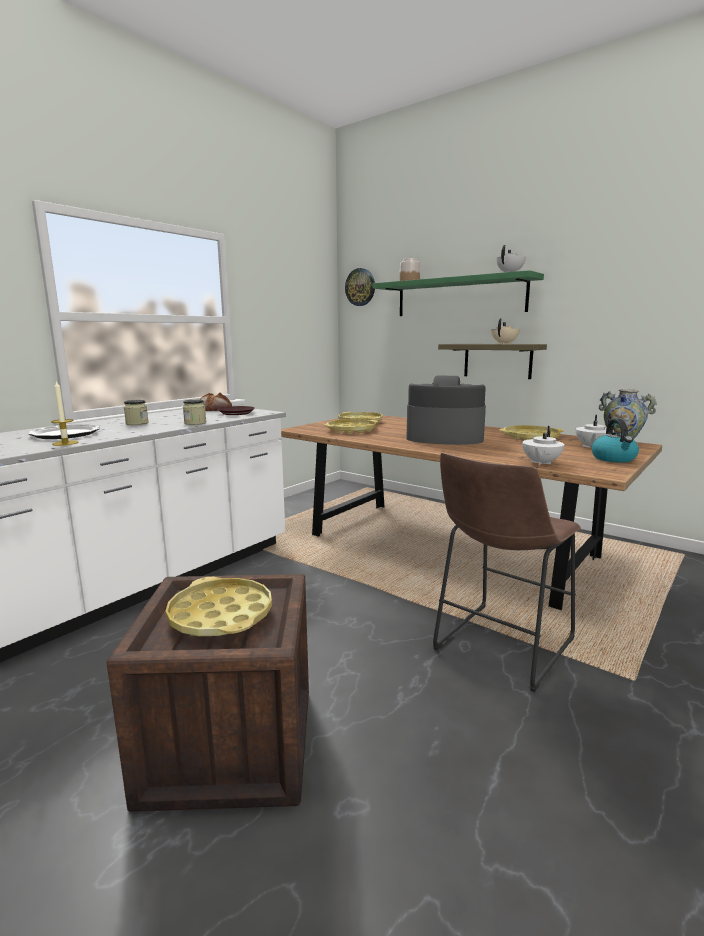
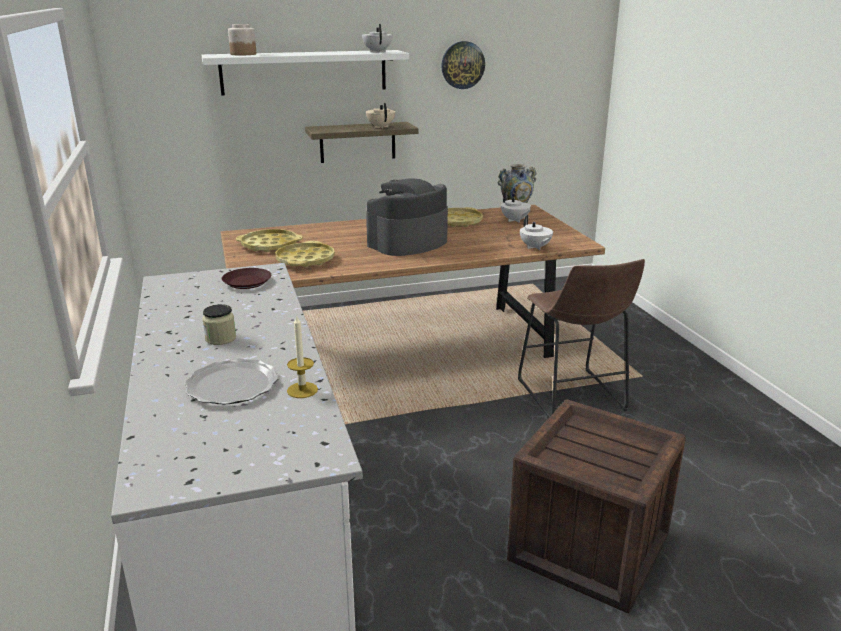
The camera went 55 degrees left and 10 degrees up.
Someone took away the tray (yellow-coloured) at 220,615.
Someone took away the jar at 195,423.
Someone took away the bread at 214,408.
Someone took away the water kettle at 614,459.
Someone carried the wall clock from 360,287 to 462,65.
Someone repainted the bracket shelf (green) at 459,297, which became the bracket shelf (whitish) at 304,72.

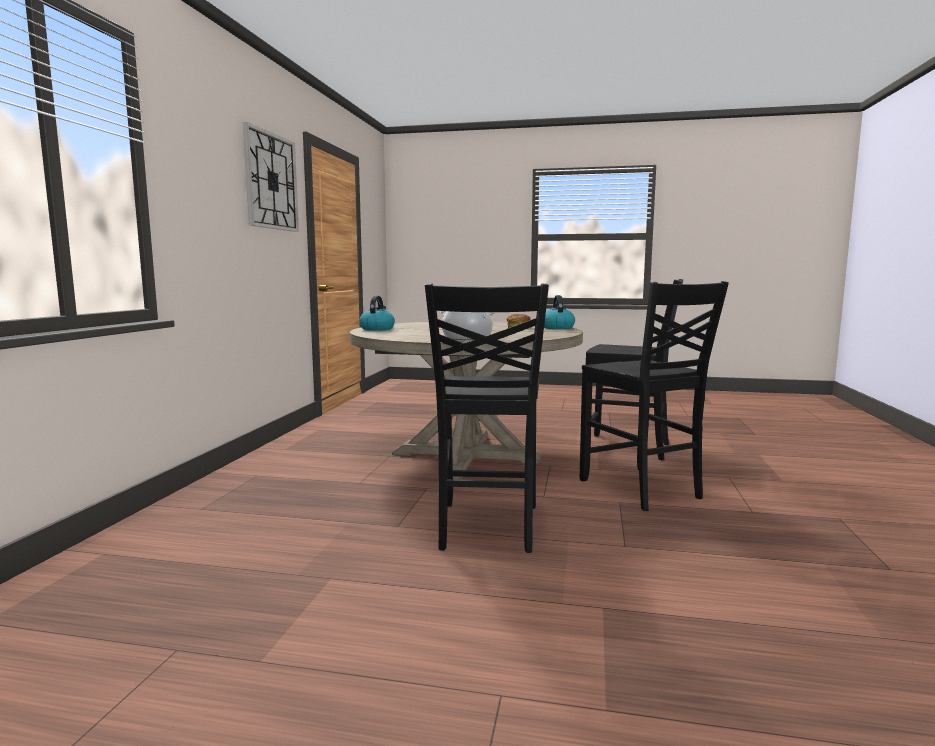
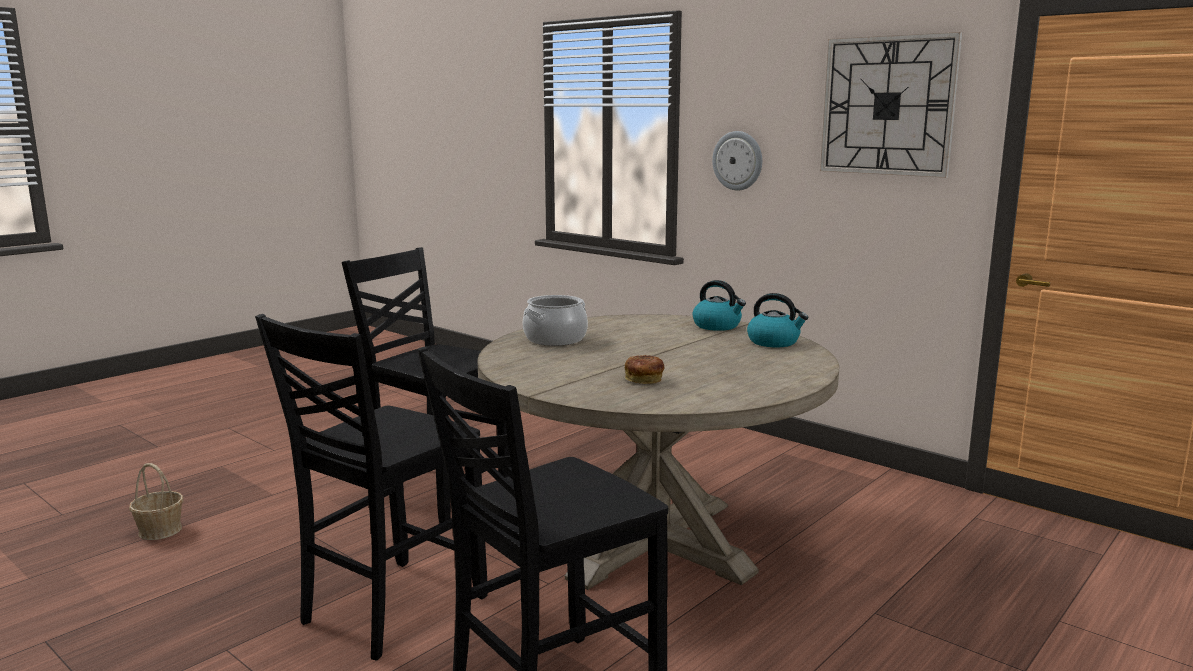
The camera went 120 degrees right and 5 degrees up.
Someone put down the storage basket at 160,530.
Someone put up the wall clock at 738,160.
Someone carried the water kettle from 557,328 to 774,342.
Someone rotated the chair (black-coloured) at 641,489 by 60 degrees counterclockwise.

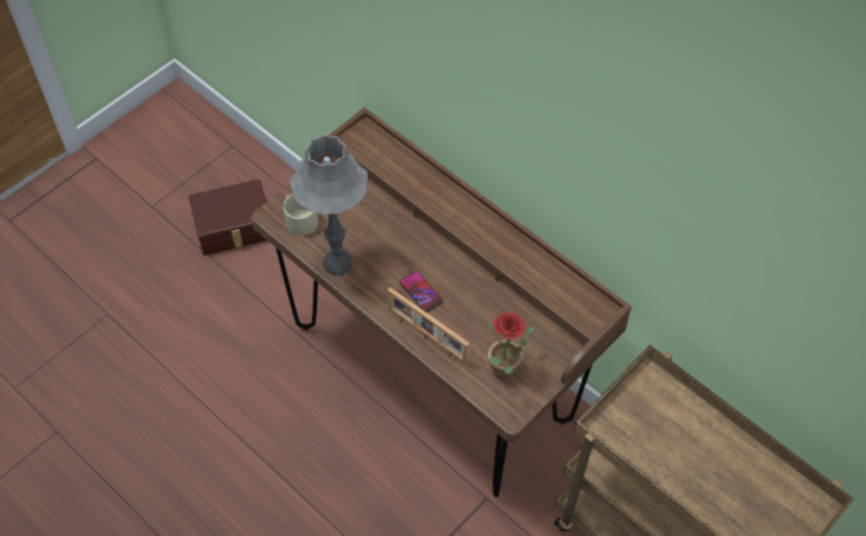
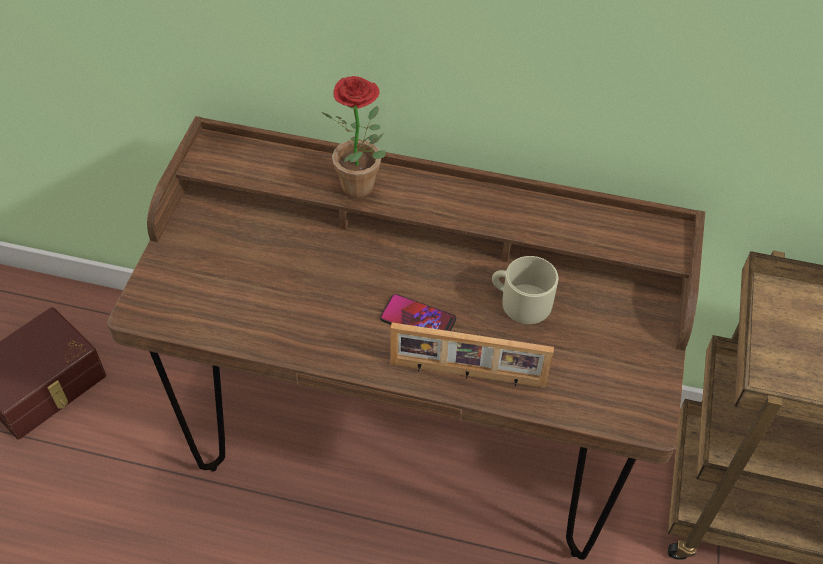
The camera went 30 degrees left and 5 degrees down.
Someone took away the tabletop lamp (grey) at 337,263.
Someone carried the tea mug (beige-coloured) from 299,219 to 520,301.
Someone carried the potted plant from 505,373 to 363,190.

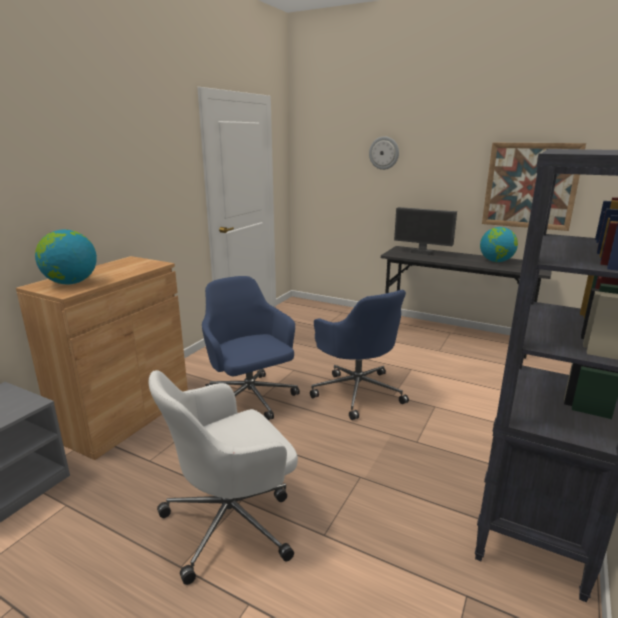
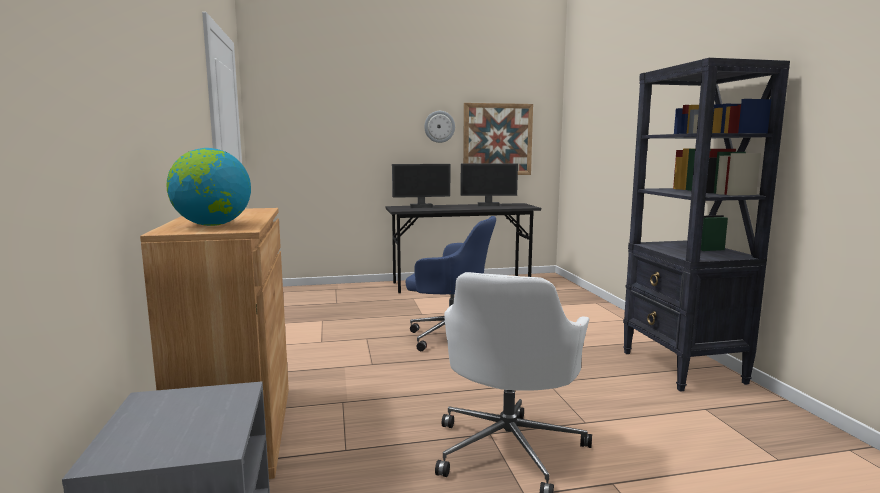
The camera went 40 degrees left and 10 degrees down.
Someone took away the office chair (bluish) at 250,400.
Someone carried the wall clock from 384,153 to 439,126.
Someone swapped the world globe at 496,261 for the computer screen at 488,205.

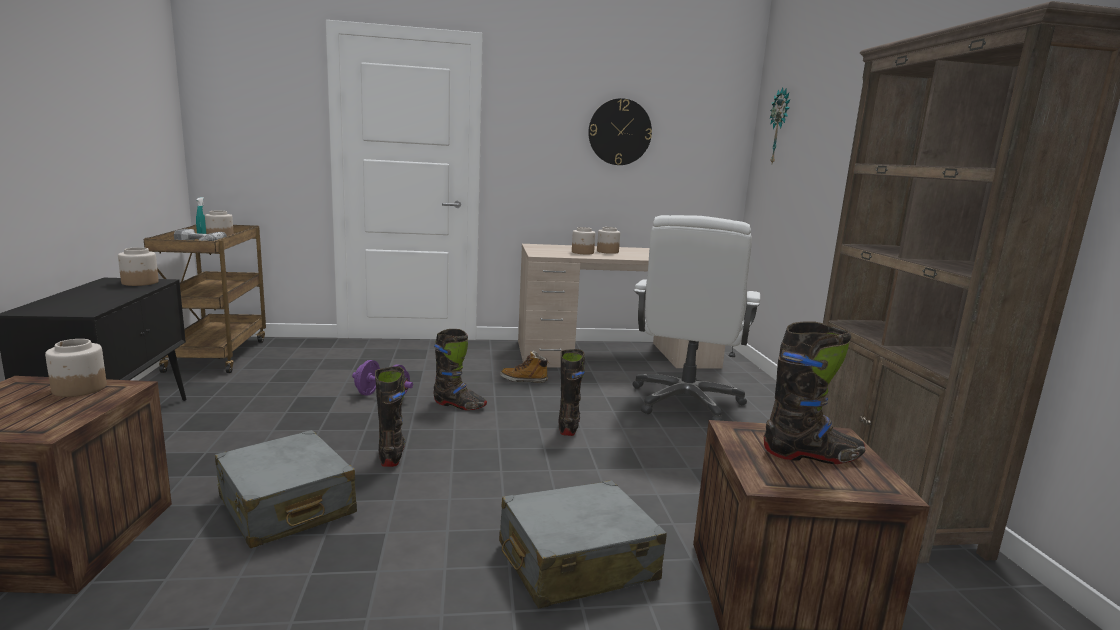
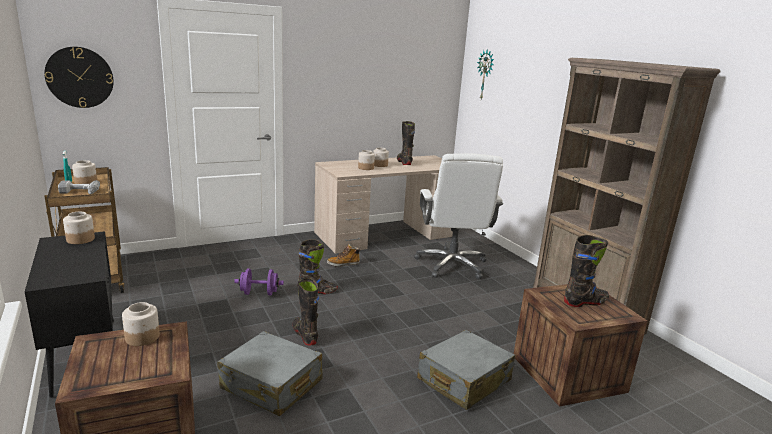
The camera went 20 degrees left and 5 degrees up.
Someone carried the boot (black-coloured) from 569,425 to 404,162.
Someone carried the wall clock from 619,132 to 80,77.

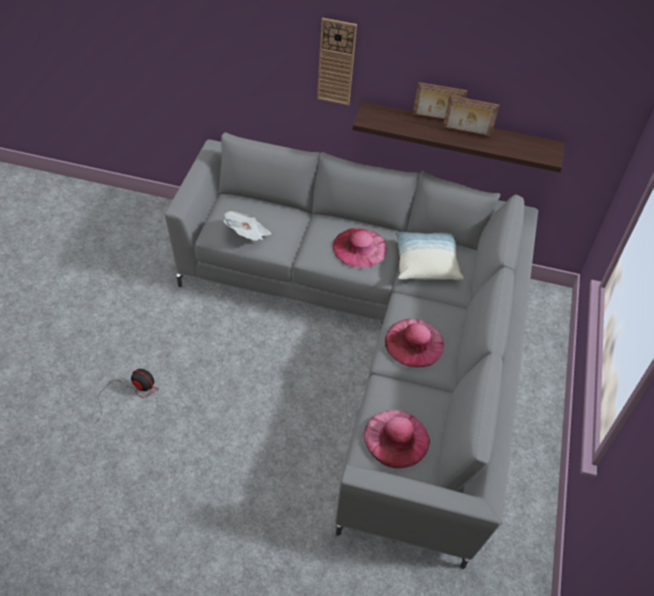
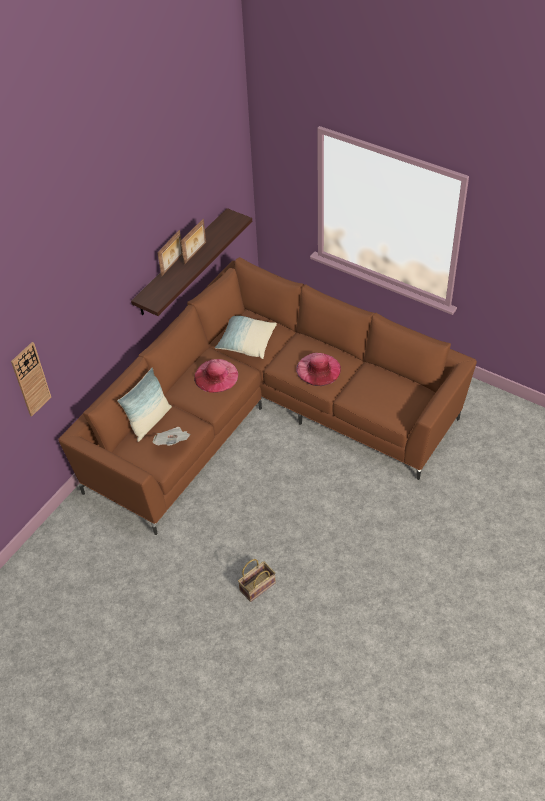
The camera went 65 degrees left and 0 degrees up.
Someone took away the wearable hat (pinkish) at 396,438.
Someone put down the cushion at 149,421.
Someone carried the wall clock from 336,62 to 31,379.
Someone swapped the electric fan at 131,392 for the storage basket at 257,586.
Someone repainted the couch (grey) at 374,340, which became the couch (brown-coloured) at 264,416.

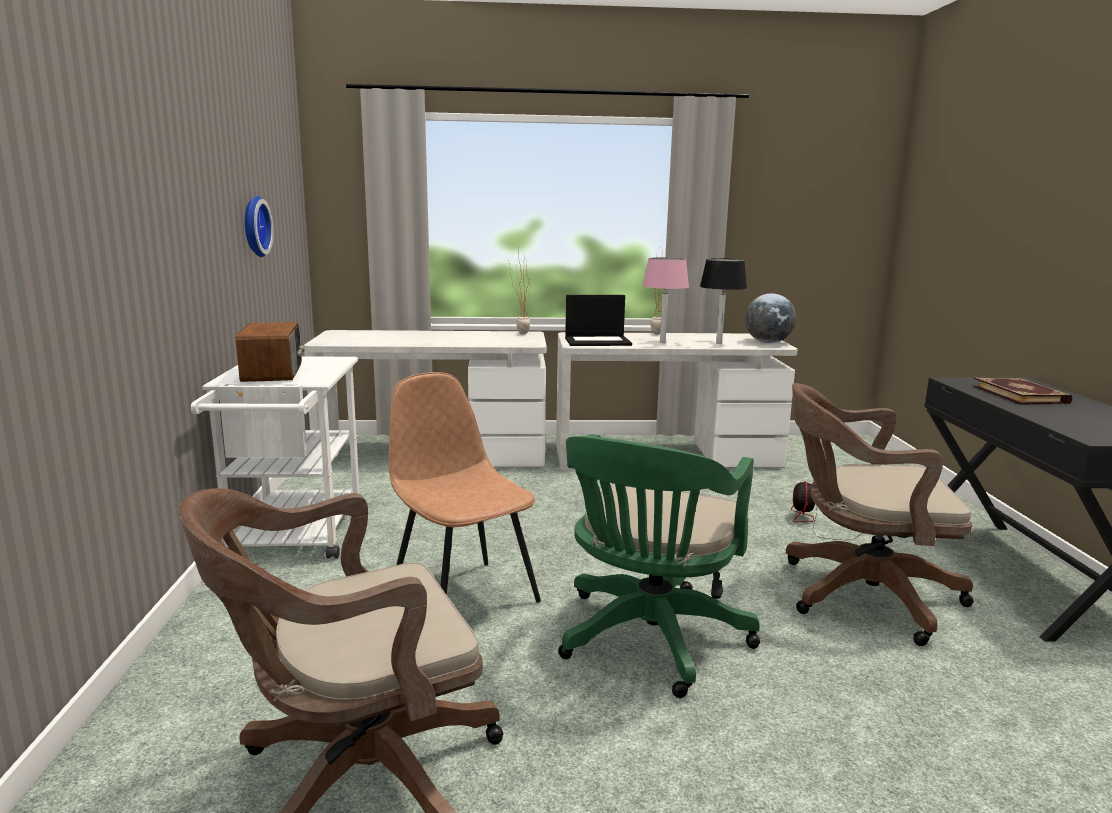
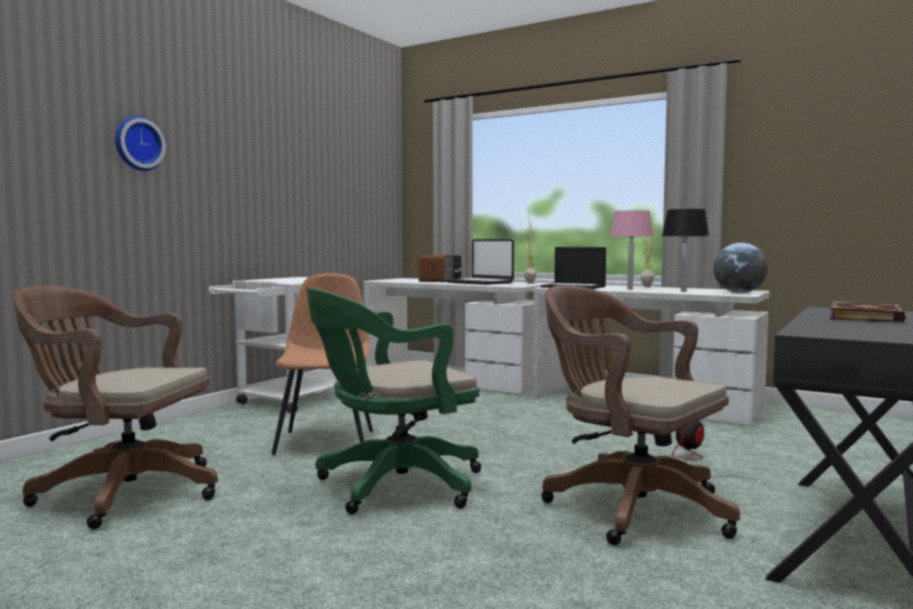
The camera went 35 degrees right and 10 degrees down.
Someone put down the portable computer at 479,282.
Someone carried the radio set from 274,372 to 441,280.
Someone carried the wall clock from 253,226 to 137,144.

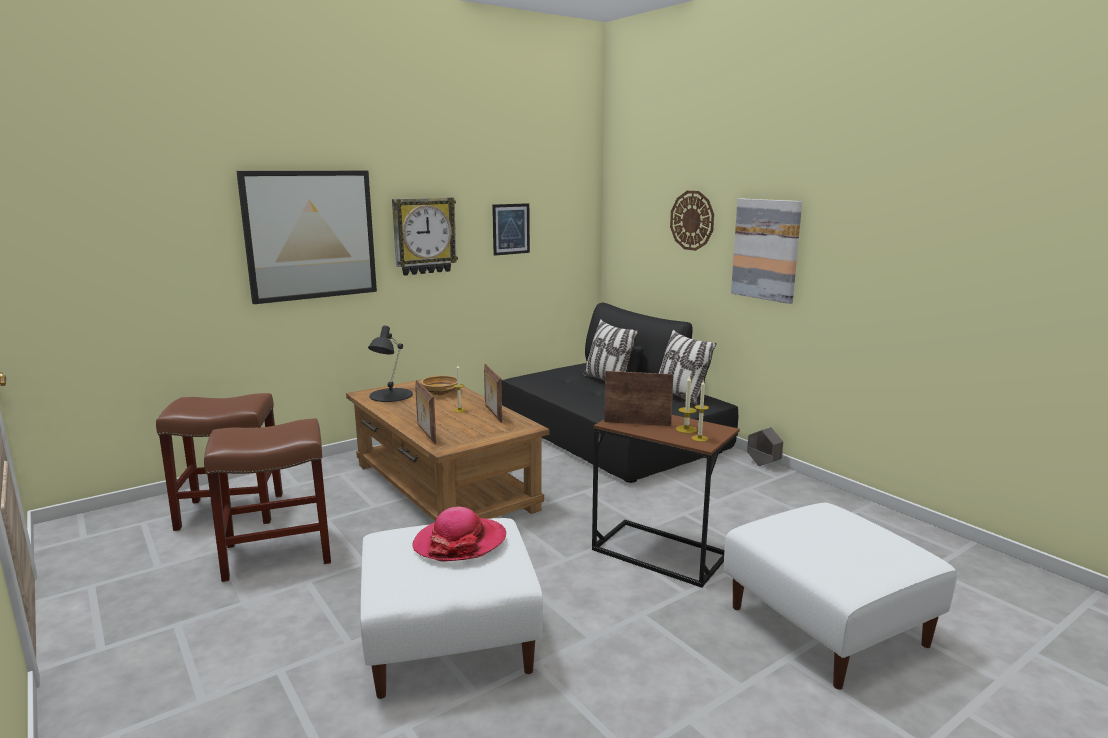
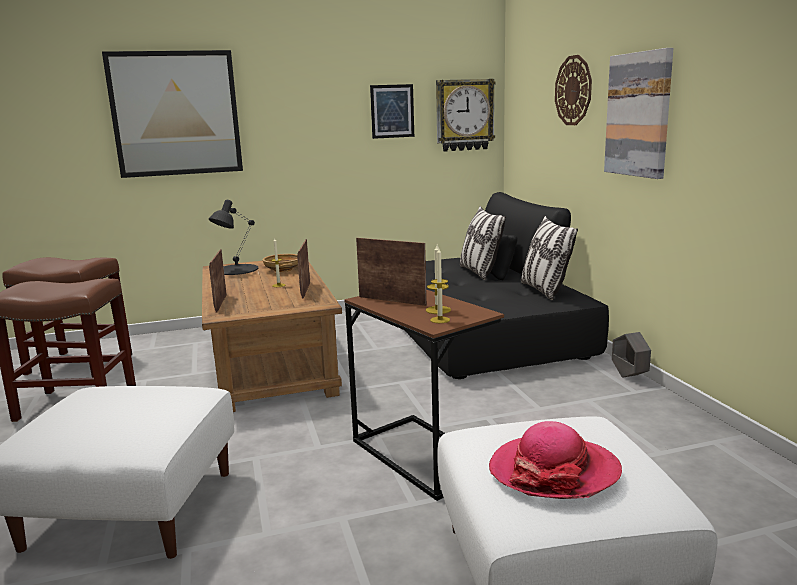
The camera went 20 degrees right and 0 degrees up.
Someone carried the wall clock from 424,236 to 464,115.
Someone carried the wearable hat from 460,542 to 554,471.

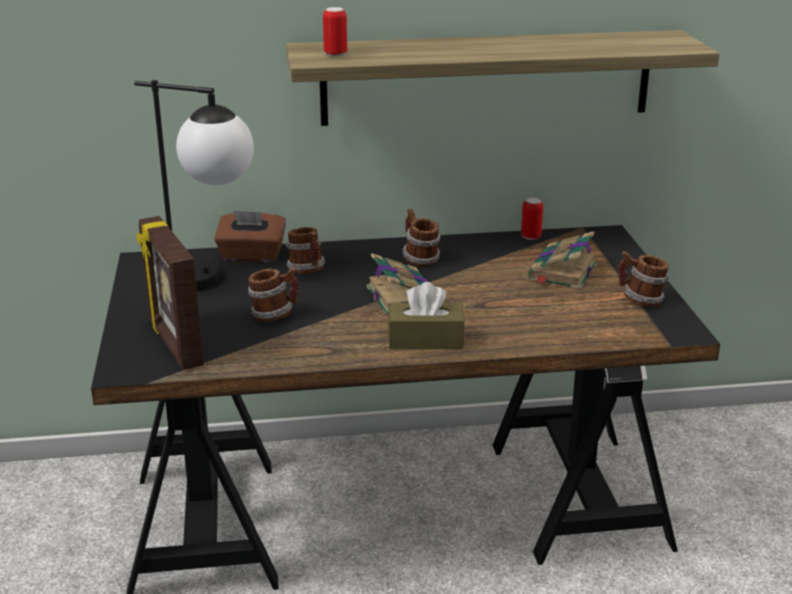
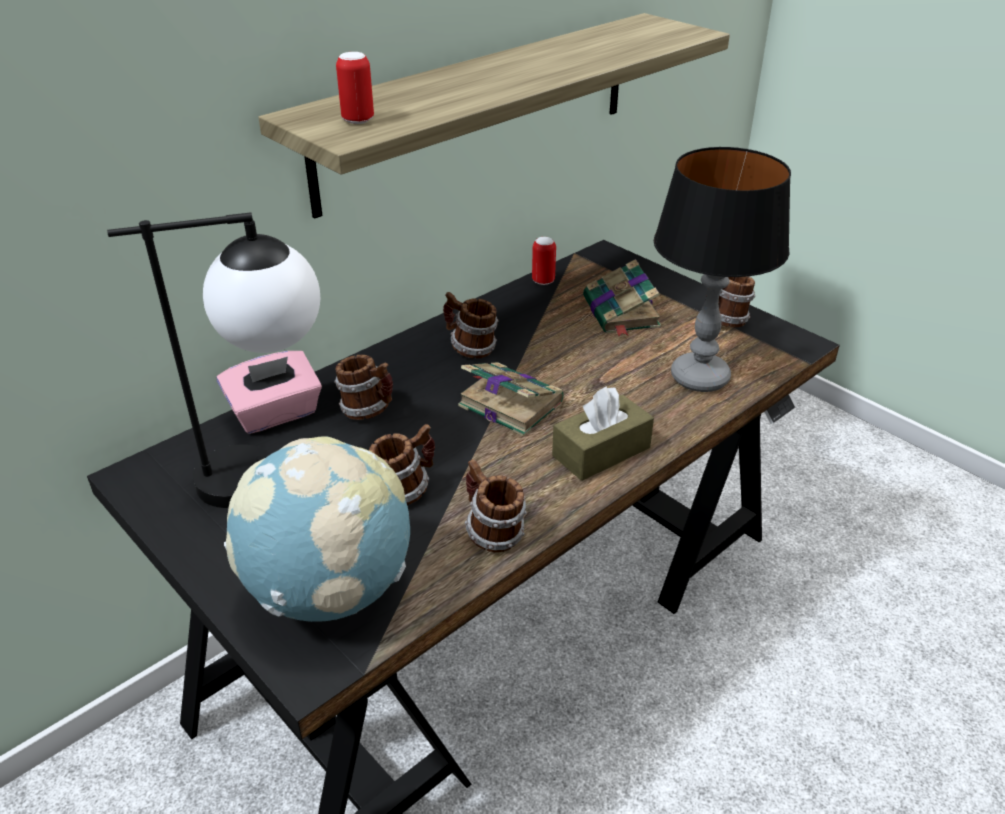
The camera went 35 degrees left and 10 degrees up.
Someone put down the tea mug at 492,533.
Someone put down the tabletop lamp at 700,378.
Someone swapped the picture frame at 174,344 for the world globe at 330,591.
Someone repainted the box of tissues (brown-coloured) at 251,256, which became the box of tissues (pinkish) at 275,414.

